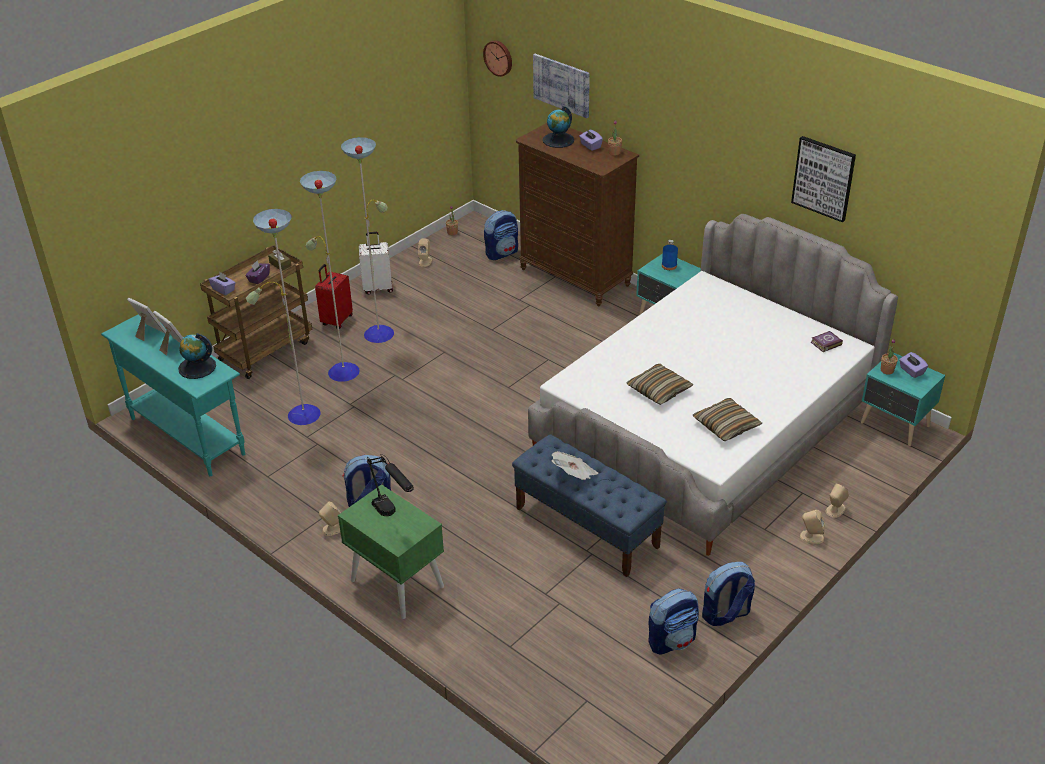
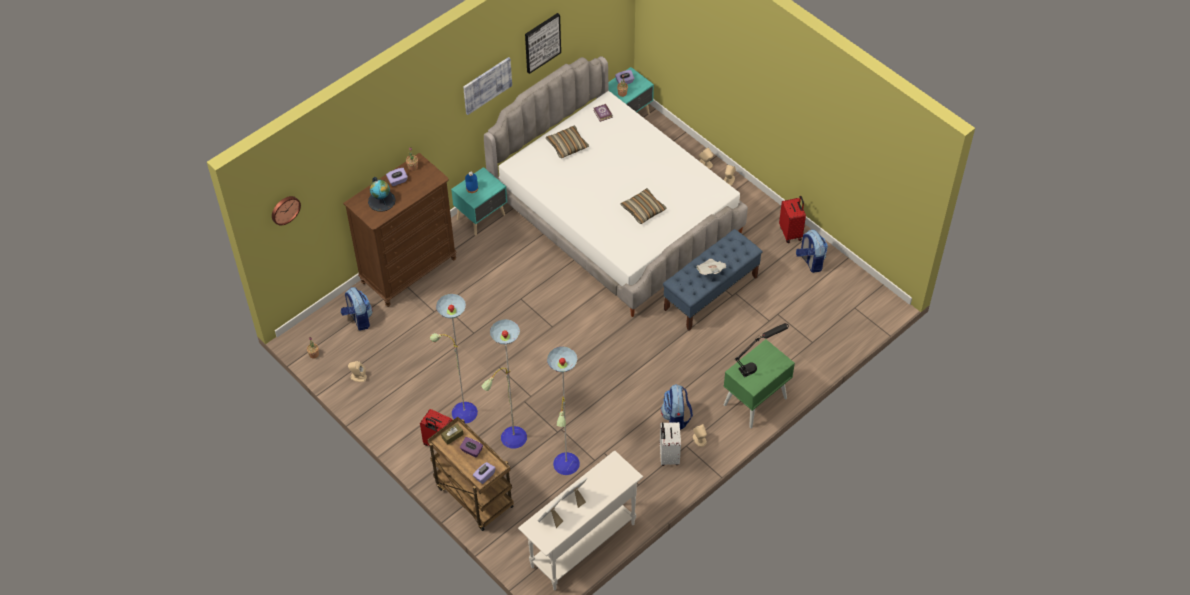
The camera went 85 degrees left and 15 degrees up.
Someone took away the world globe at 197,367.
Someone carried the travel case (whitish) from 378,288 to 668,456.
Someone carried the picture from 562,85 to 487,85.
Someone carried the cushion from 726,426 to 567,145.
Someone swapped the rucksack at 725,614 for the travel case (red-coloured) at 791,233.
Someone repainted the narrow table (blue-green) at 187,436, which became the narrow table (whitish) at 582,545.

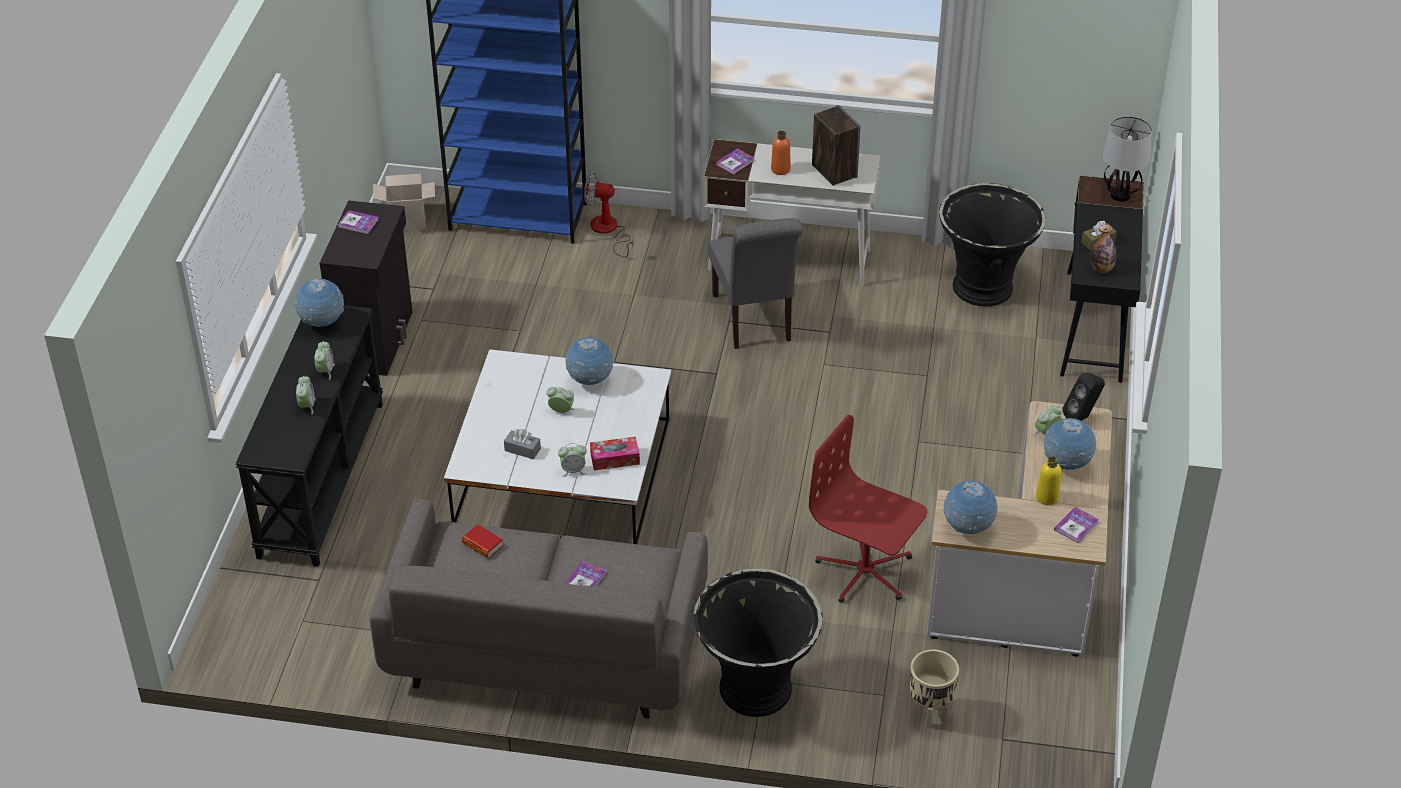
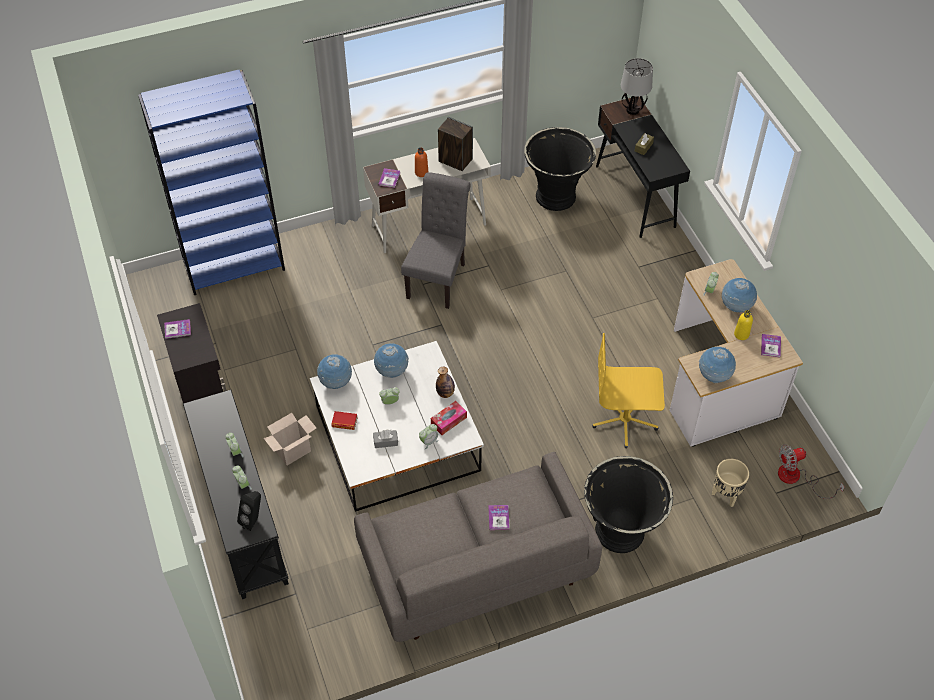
The camera went 30 degrees left and 10 degrees up.
Someone carried the world globe from 322,323 to 336,383.
Someone carried the packing box from 408,222 to 294,450.
Someone carried the book from 482,544 to 344,422.
Someone carried the electric fan from 608,231 to 796,478.
Someone carried the speaker (black-coloured) from 1082,417 to 253,520.
Someone carried the bottle from 1101,269 to 445,393.
Someone repainted the office chair (red-coloured) at 865,572, which became the office chair (yellow-coloured) at 625,420.
Someone rotated the chair (grey) at 754,321 by 120 degrees counterclockwise.

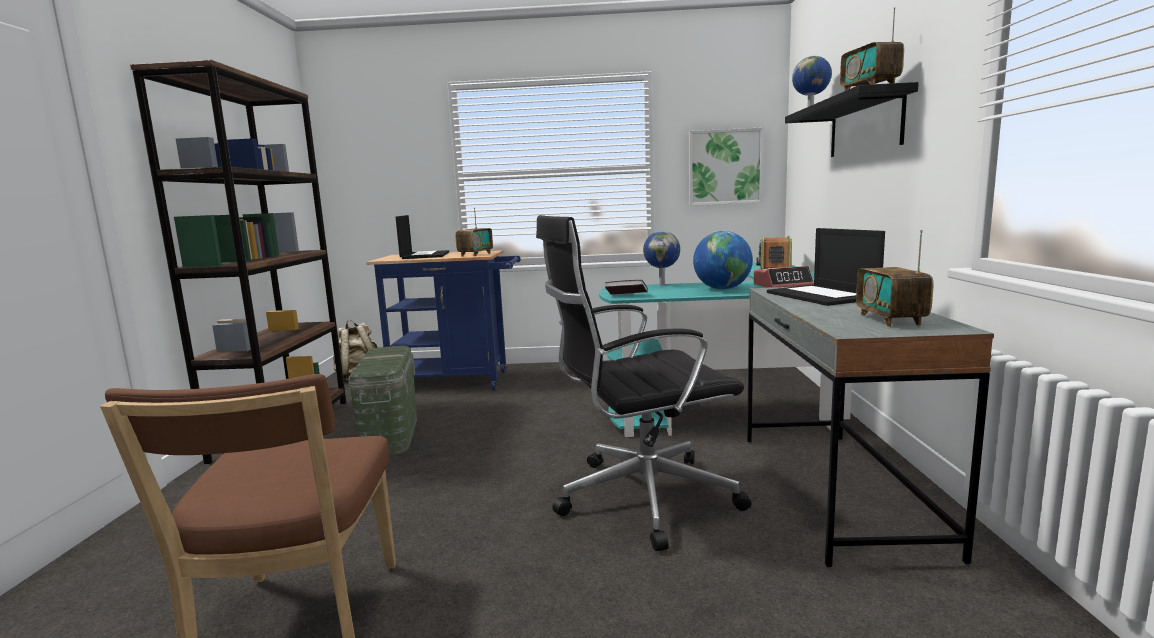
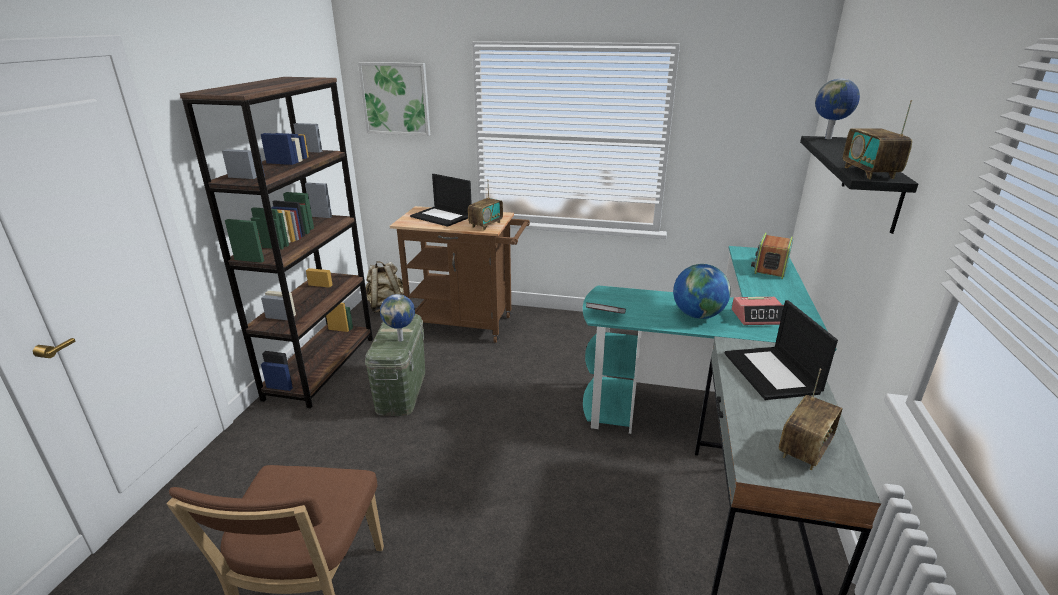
The camera went 10 degrees right and 15 degrees up.
Someone took away the office chair (black-coloured) at 640,497.
Someone carried the world globe from 662,284 to 401,339.
Someone carried the picture from 725,167 to 395,99.
Someone repainted the wheeled cart (bluish) at 458,381, which became the wheeled cart (brown-coloured) at 467,325.
Someone rotated the portable computer at 425,255 by 120 degrees clockwise.
Someone rotated the radio set at 890,320 by 150 degrees counterclockwise.

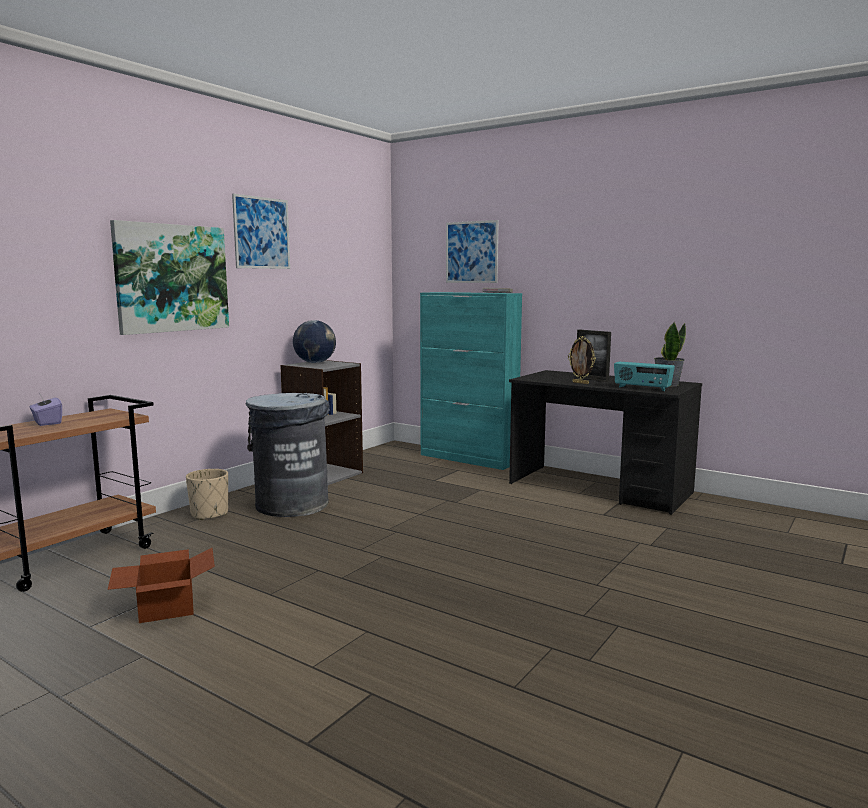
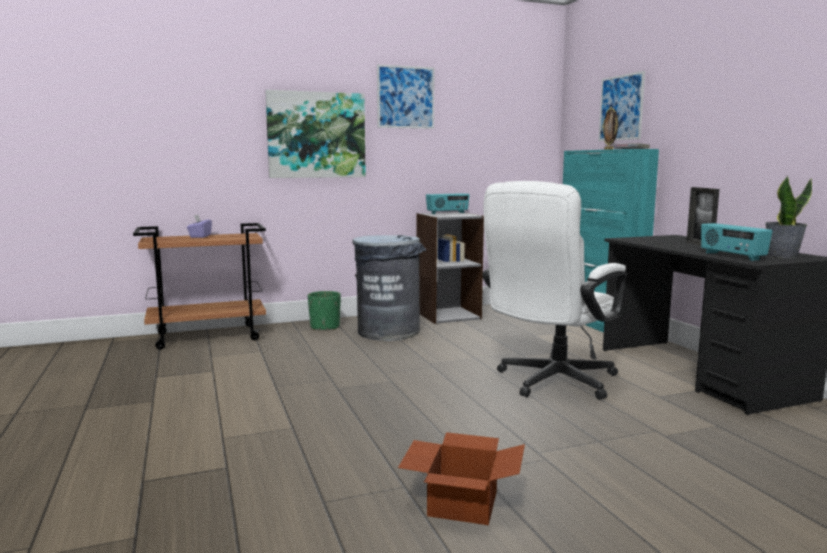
The camera went 35 degrees right and 0 degrees up.
Someone put down the office chair (whitish) at 550,383.
Someone carried the packing box from 165,607 to 461,502.
Someone carried the picture frame from 581,383 to 609,149.
Someone swapped the world globe at 315,362 for the radio set at 447,213.
Someone repainted the flower pot (beige-coloured) at 209,514, which became the flower pot (green) at 325,327.

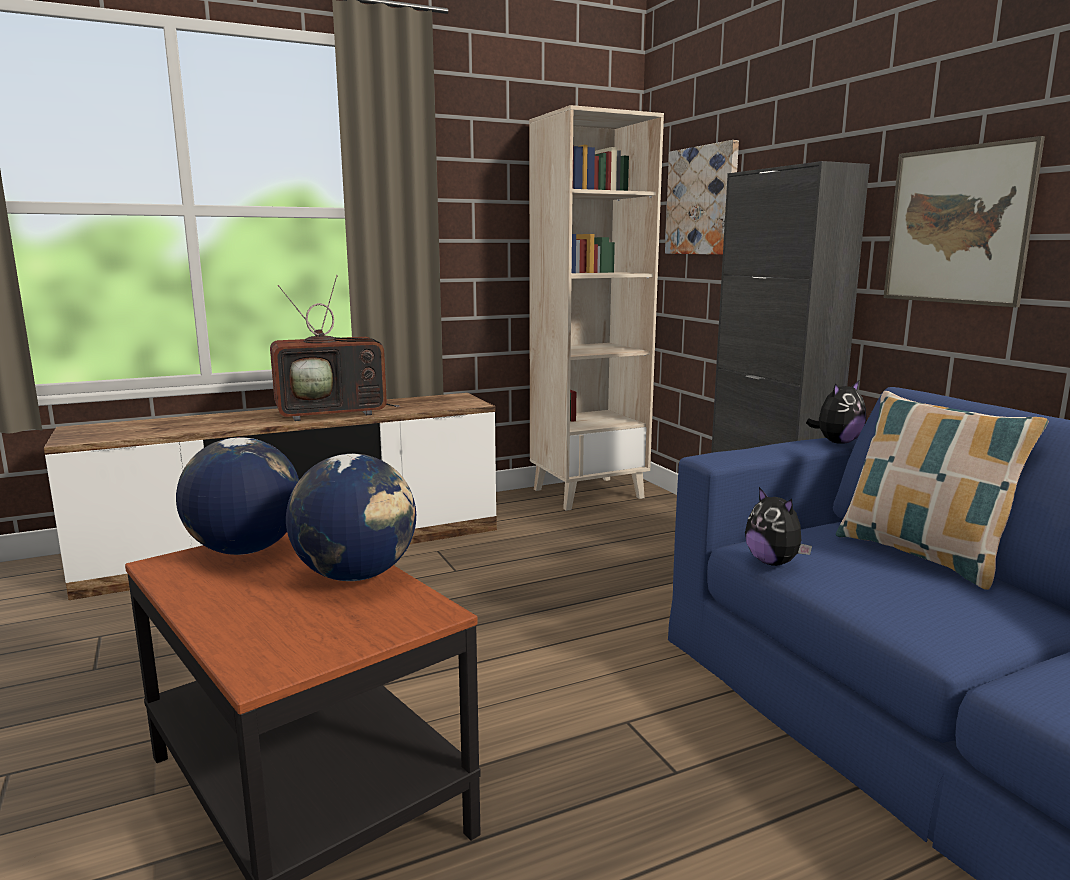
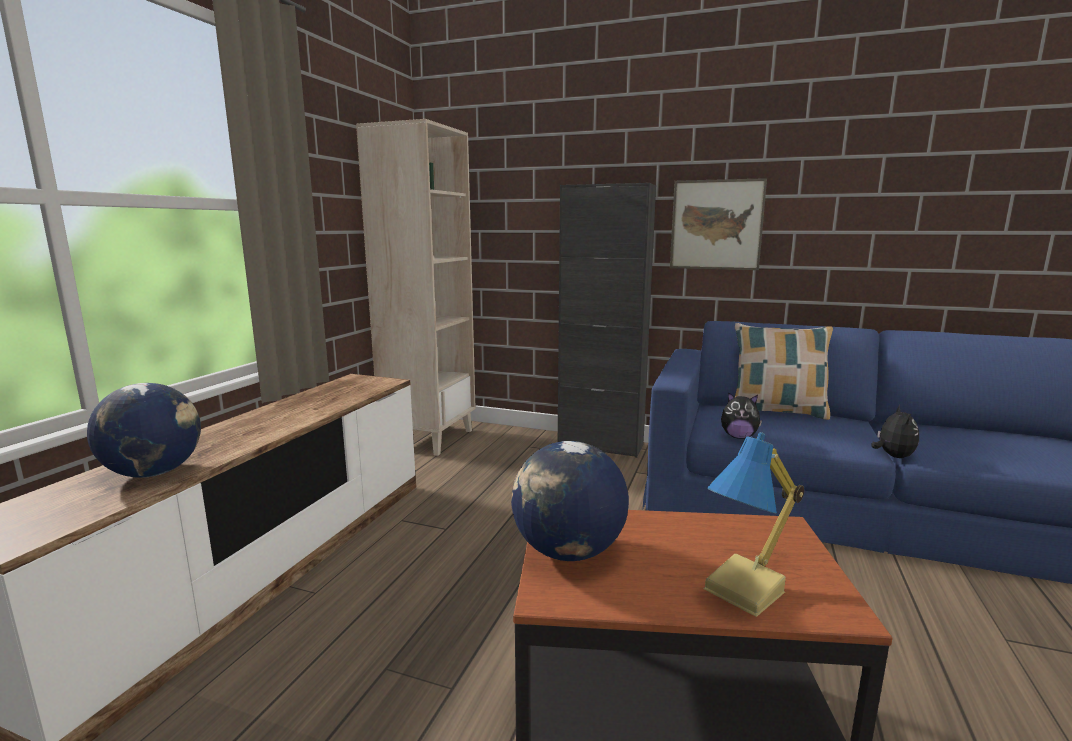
The camera went 45 degrees left and 0 degrees up.
Someone took away the television at 334,412.
Someone took away the picture at 702,201.
Someone put down the tabletop lamp at 747,591.
Someone carried the world globe from 356,575 to 154,473.
Someone carried the plush toy from 837,442 to 892,456.

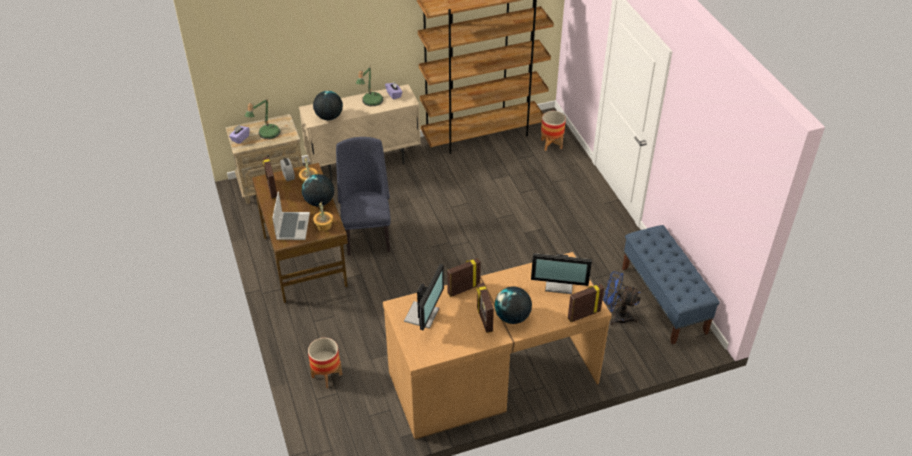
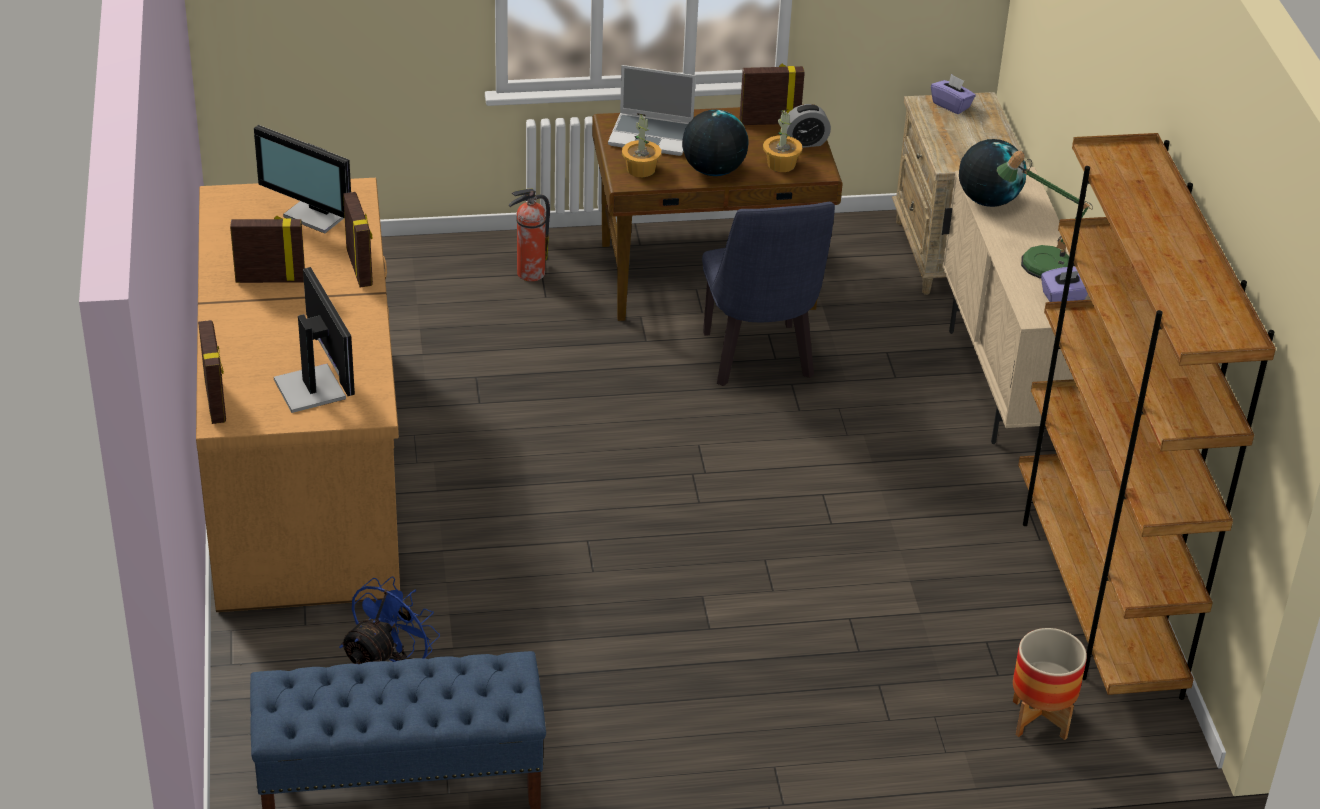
The camera went 100 degrees right and 5 degrees down.
Someone took away the tabletop lamp at 266,134.
Someone took away the flower pot at 326,375.
Someone took away the world globe at 512,317.
Someone put down the extinguisher at 529,273.
Someone rotated the chair (bluish) at 367,235 by 75 degrees clockwise.
Someone rotated the computer screen at 559,284 by 135 degrees clockwise.

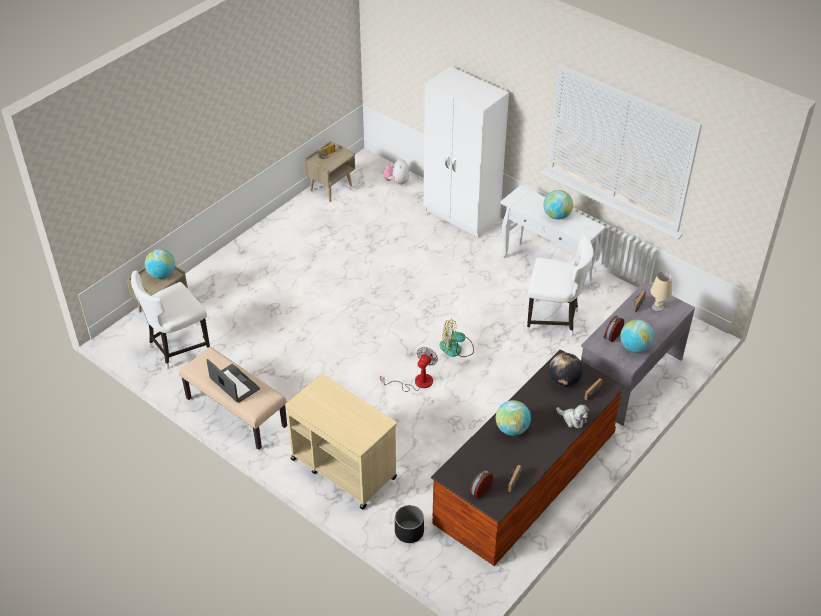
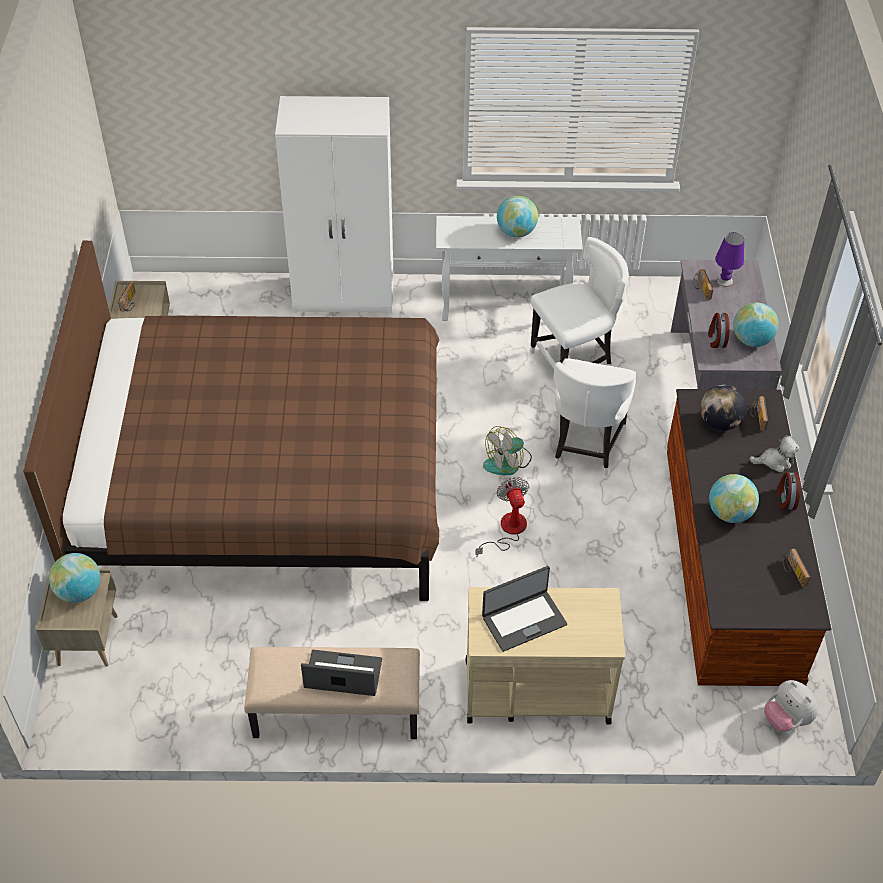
The camera went 40 degrees left and 5 degrees up.
Someone took away the flower pot (black-coloured) at 409,532.
Someone put down the bed (brown-coloured) at 264,481.
Someone put down the portable computer at 523,620.
Someone carried the chair (whitish) from 177,348 to 585,447.
Someone carried the plush toy from 397,182 to 786,718.
Someone carried the alarm clock from 480,490 to 785,500.
Someone repainted the tabletop lamp (beige-coloured) at 657,307, which became the tabletop lamp (purple-coloured) at 724,281.

